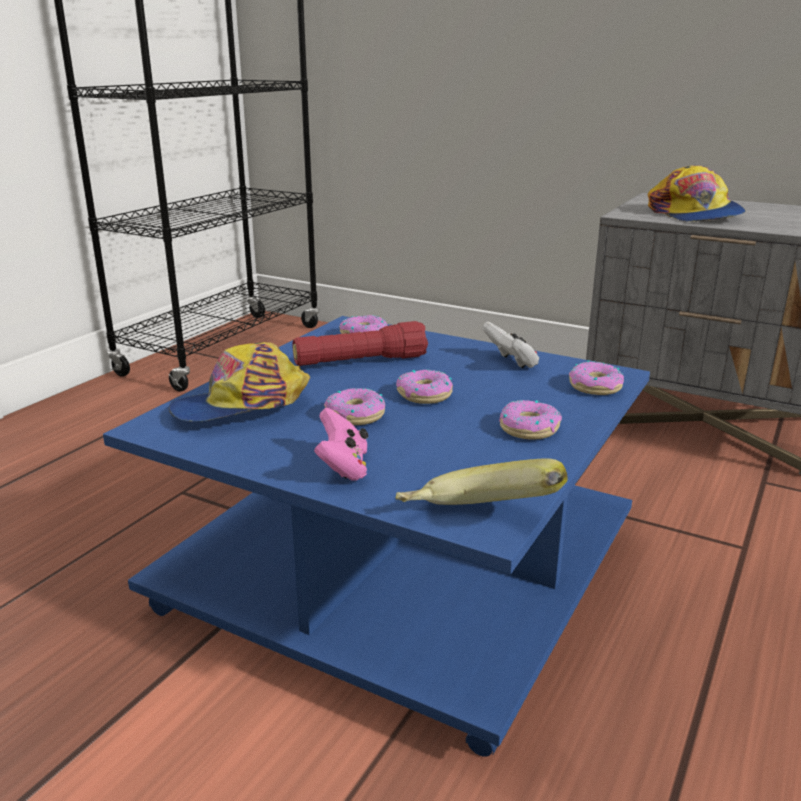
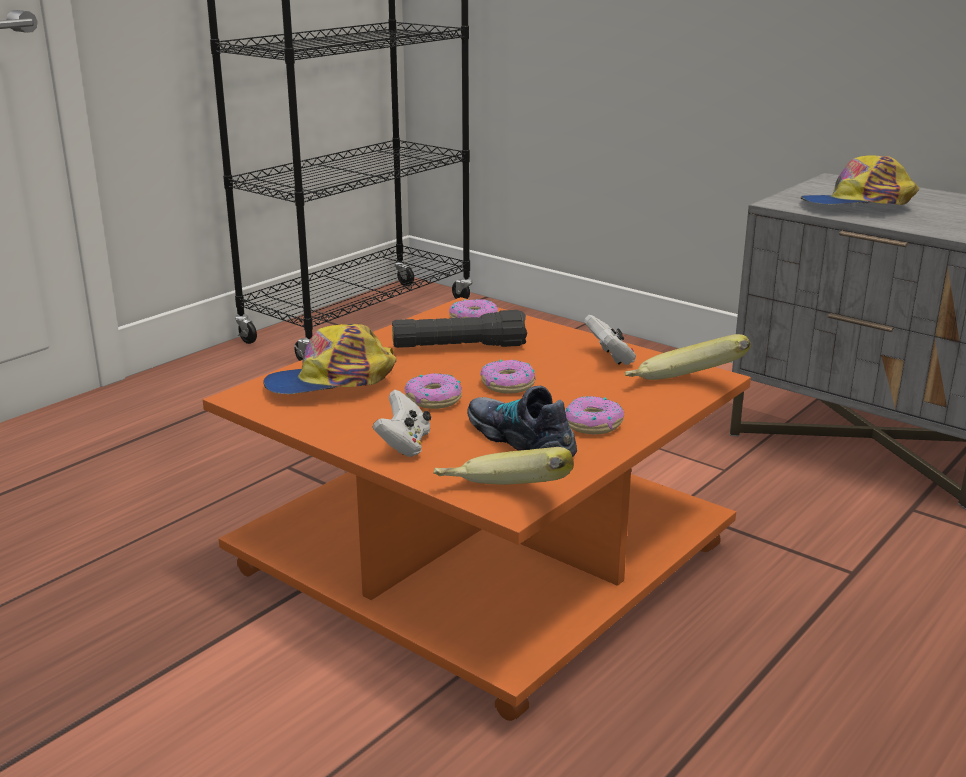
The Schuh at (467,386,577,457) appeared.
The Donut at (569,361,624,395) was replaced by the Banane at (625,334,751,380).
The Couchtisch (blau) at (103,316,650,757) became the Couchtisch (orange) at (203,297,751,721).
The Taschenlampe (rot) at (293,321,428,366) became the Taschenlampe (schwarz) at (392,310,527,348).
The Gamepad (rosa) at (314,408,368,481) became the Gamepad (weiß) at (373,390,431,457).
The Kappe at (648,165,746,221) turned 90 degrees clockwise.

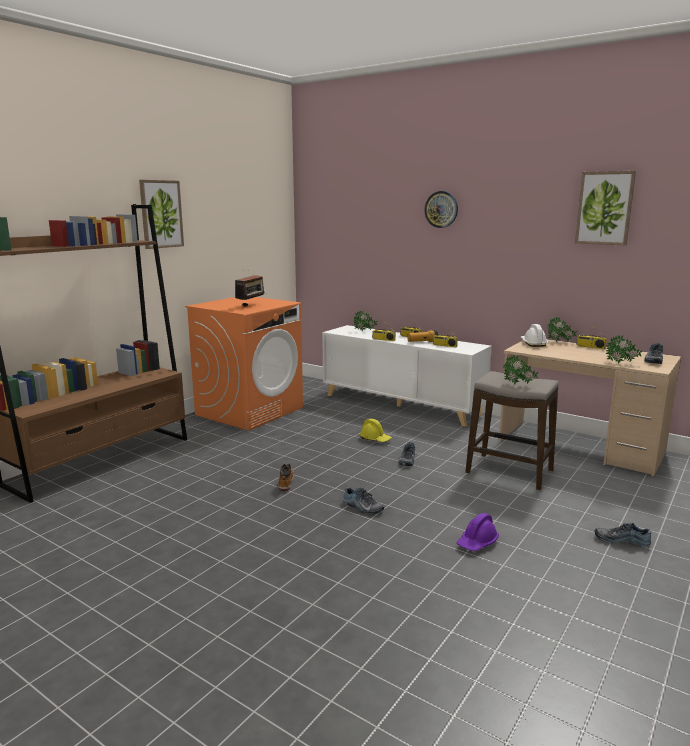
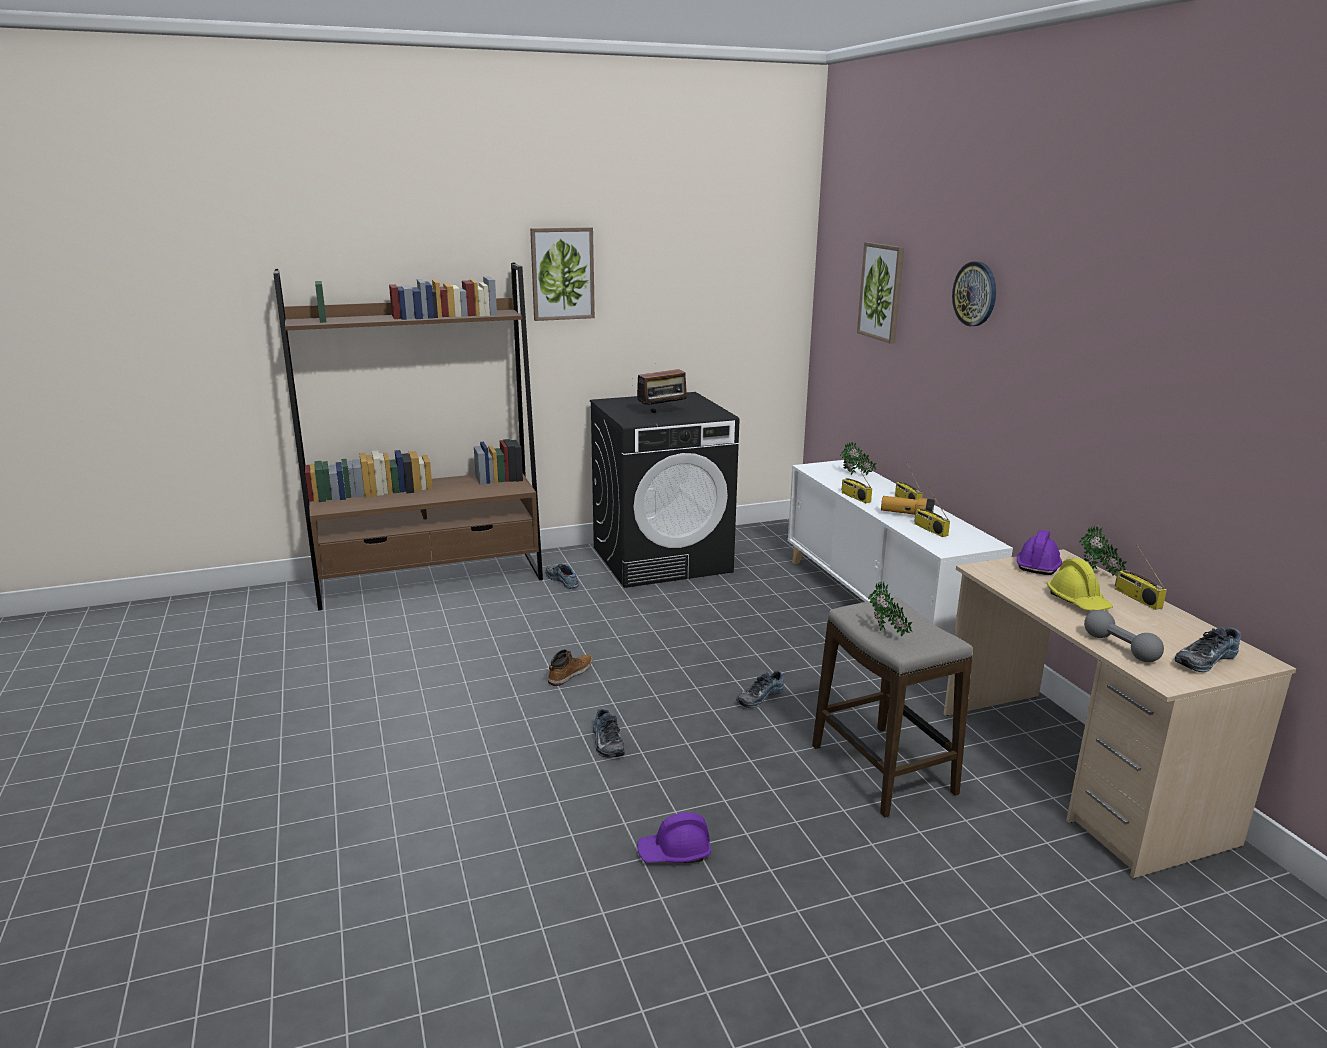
The Schutzhelm (gelb) moved from (359,419,392,442) to (1047,558,1113,610).
The Bild moved from (575,171,636,245) to (857,242,904,344).
The Schuh moved from (595,523,651,547) to (546,564,579,589).
The Topfpflanze at (606,335,642,364) was replaced by the Hantel (grau) at (1084,610,1164,662).
The Waschmaschine (orange) at (185,297,303,431) became the Waschmaschine (schwarz) at (590,392,739,588).
The Schutzhelm (weiß) at (521,324,548,347) became the Schutzhelm (lila) at (1017,530,1062,575).

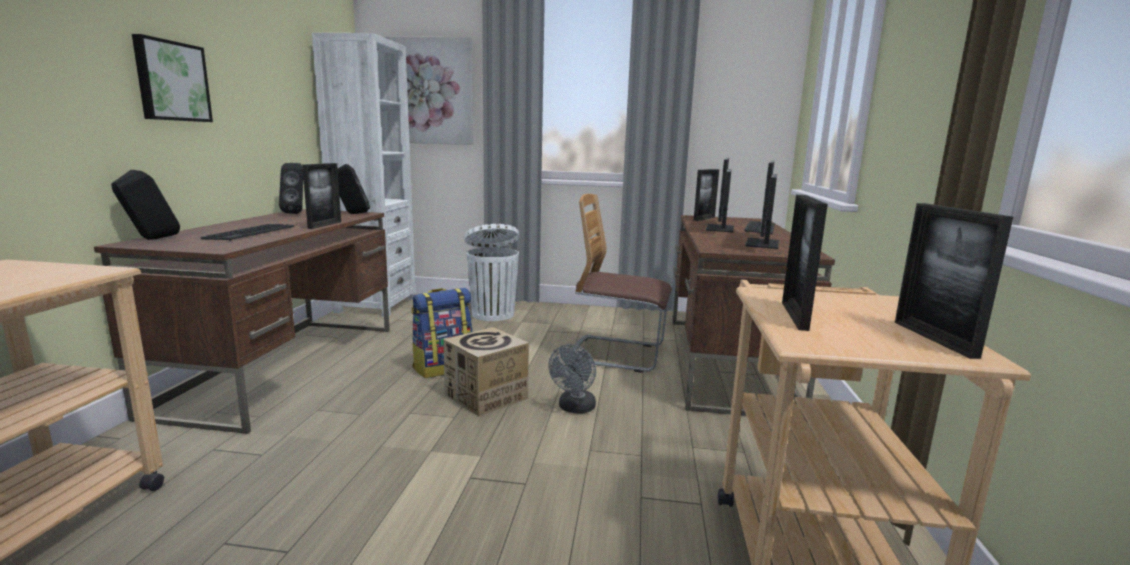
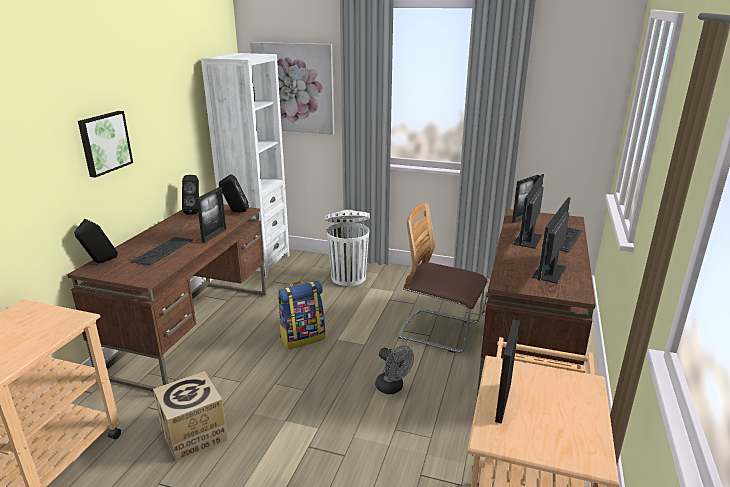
The Bilderrahmen at (895,203,1013,359) disappeared.
The Karton moved from (443,327,529,416) to (153,371,228,462).
The Ventilator (grau) at (548,344,596,414) turned 75 degrees counterclockwise.

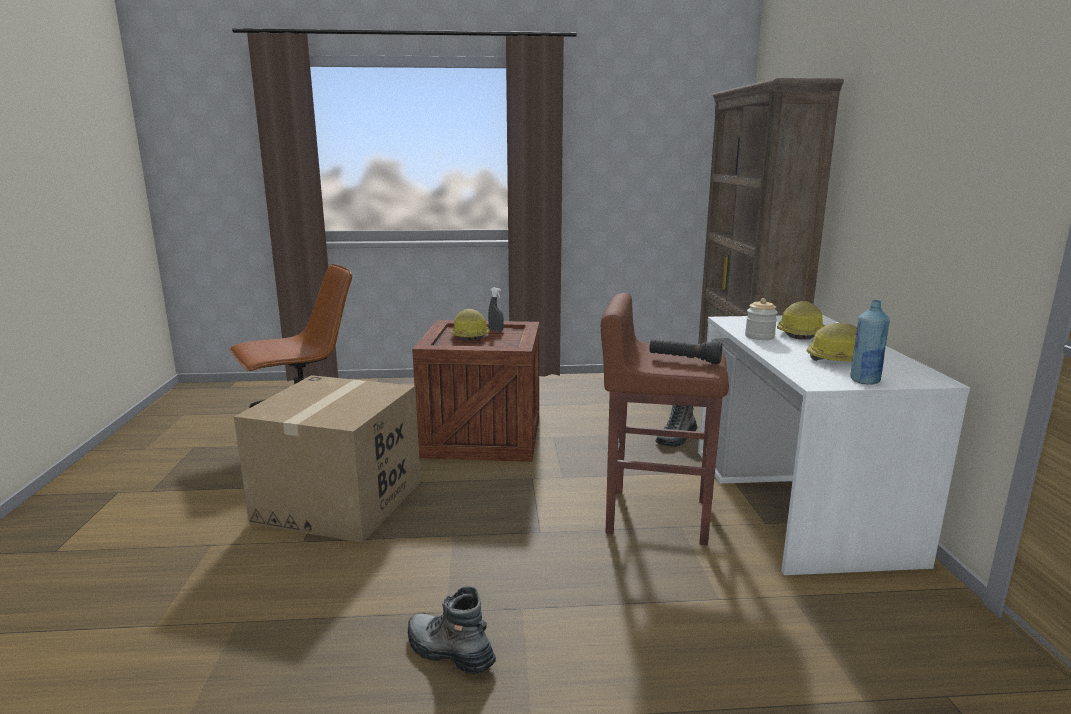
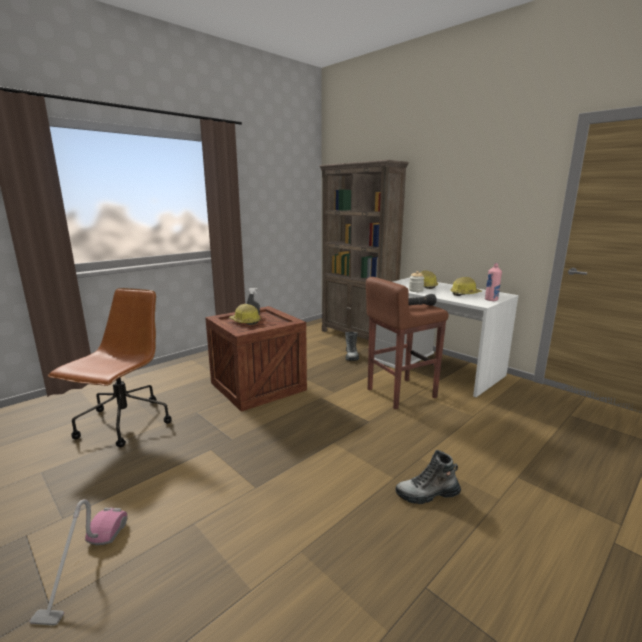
The Karton at (234,375,421,543) disappeared.
The Staubsauger at (29,499,127,626) appeared.
The Flasche (blau) at (850,300,890,385) became the Flasche (rosa) at (485,263,502,301).

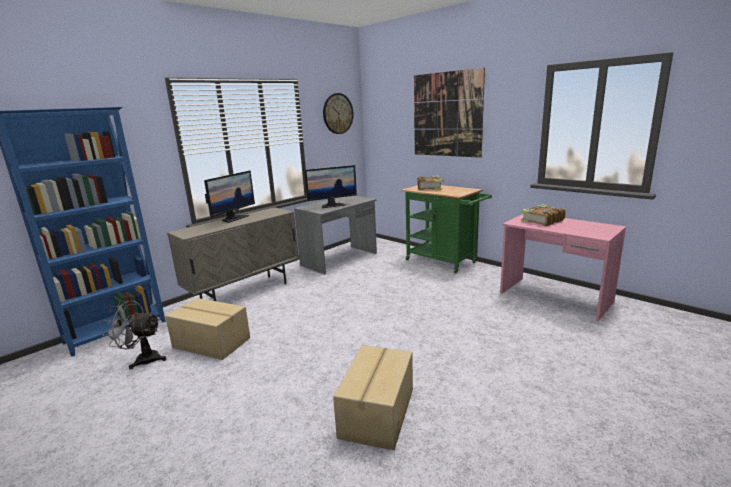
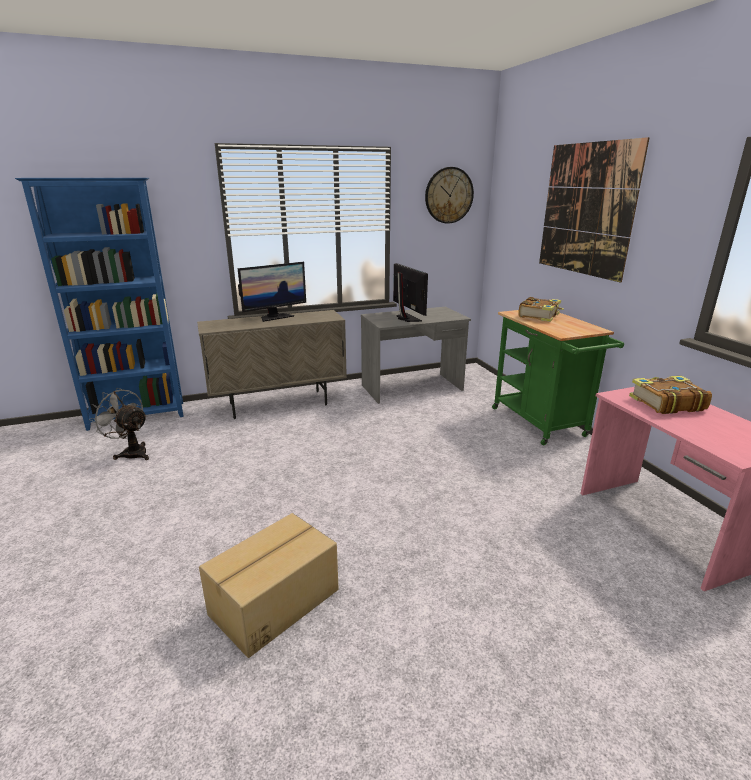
The Karton at (165,298,250,360) disappeared.
The Monitor at (305,165,357,208) turned 120 degrees counterclockwise.

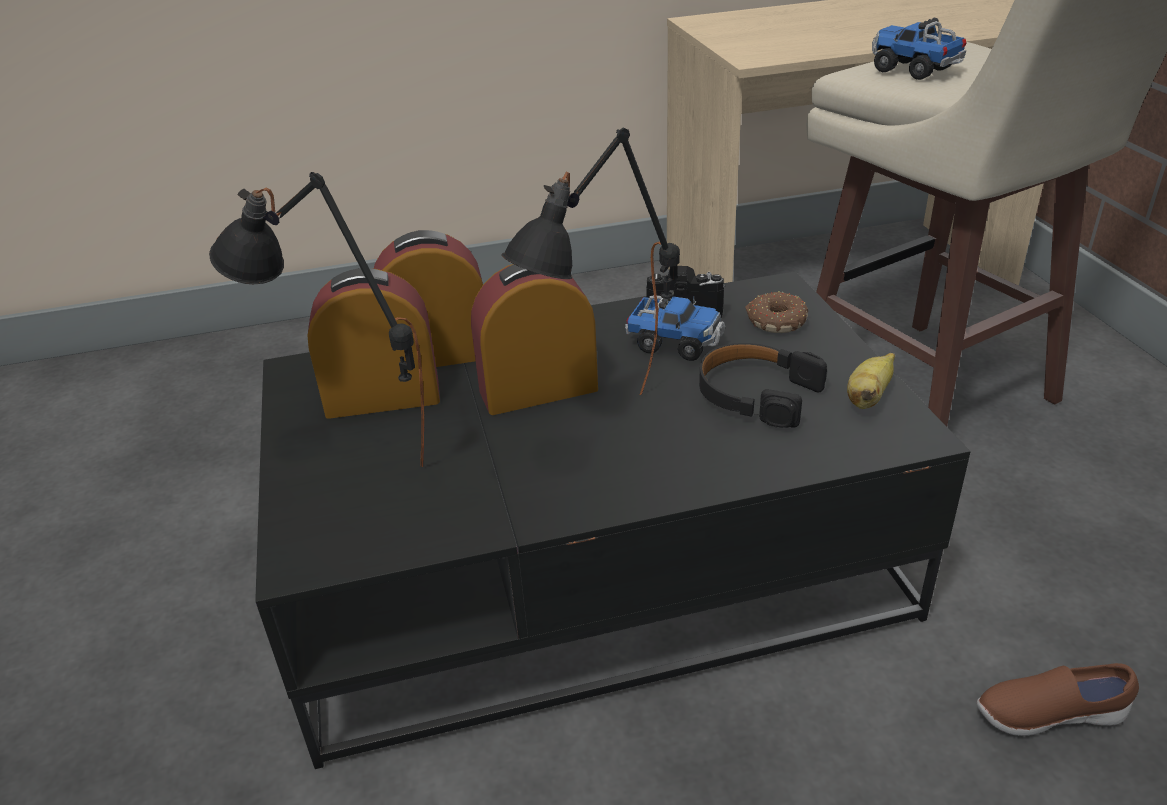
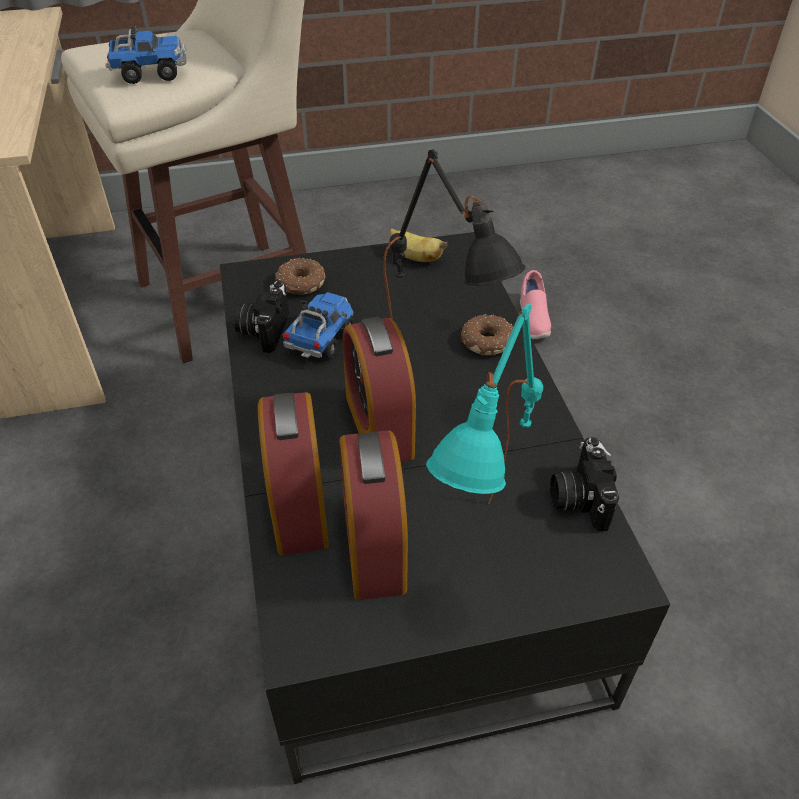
The Kopfhörer (schwarz) at (699,343,827,428) disappeared.
The Donut at (461,314,514,356) appeared.
The Kamera at (550,437,619,532) appeared.
The Tischlampe (schwarz) at (209,172,424,467) became the Tischlampe (türkis) at (426,304,543,504).
The Schuh (braun) at (977,663,1139,736) became the Schuh (rosa) at (520,270,551,339).
The Spielzeuglaster at (872,17,967,80) turned 150 degrees counterclockwise.

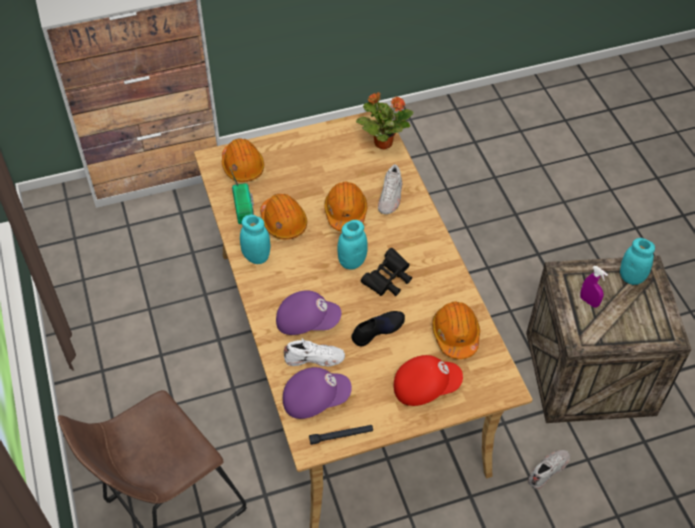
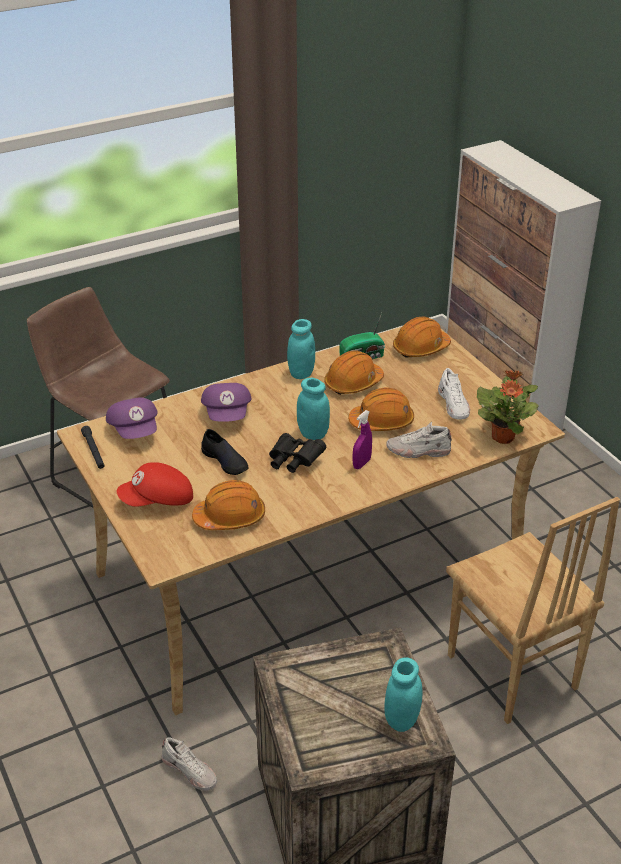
The Stuhl (braun) at (446,497,620,724) appeared.
The Schuh (weiß) moved from (284,338,345,367) to (438,368,470,420).
The Sprühflasche (lila) moved from (580,266,608,308) to (353,410,372,469).
The Kappe (rot) at (394,355,463,406) turned 90 degrees clockwise.

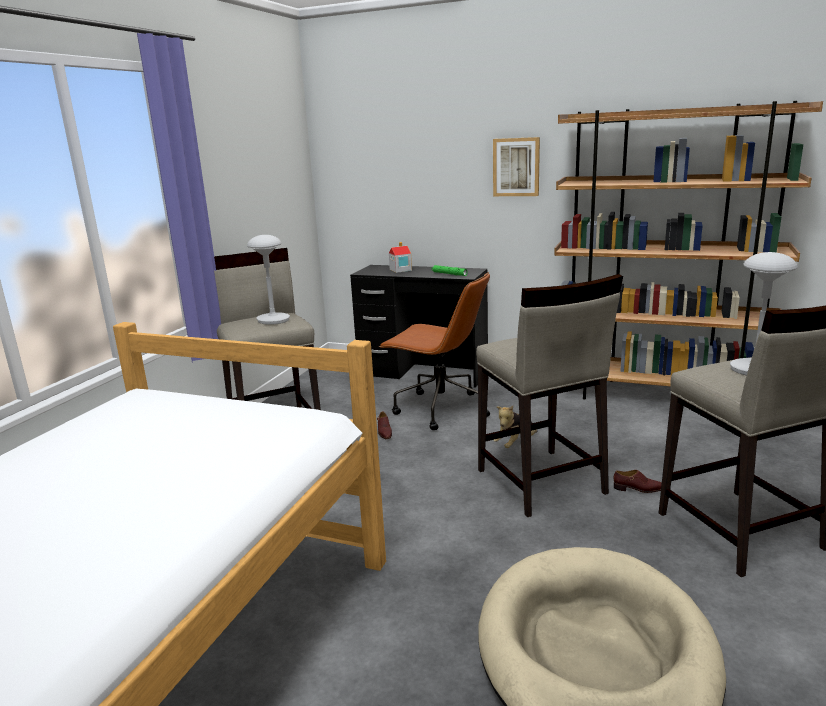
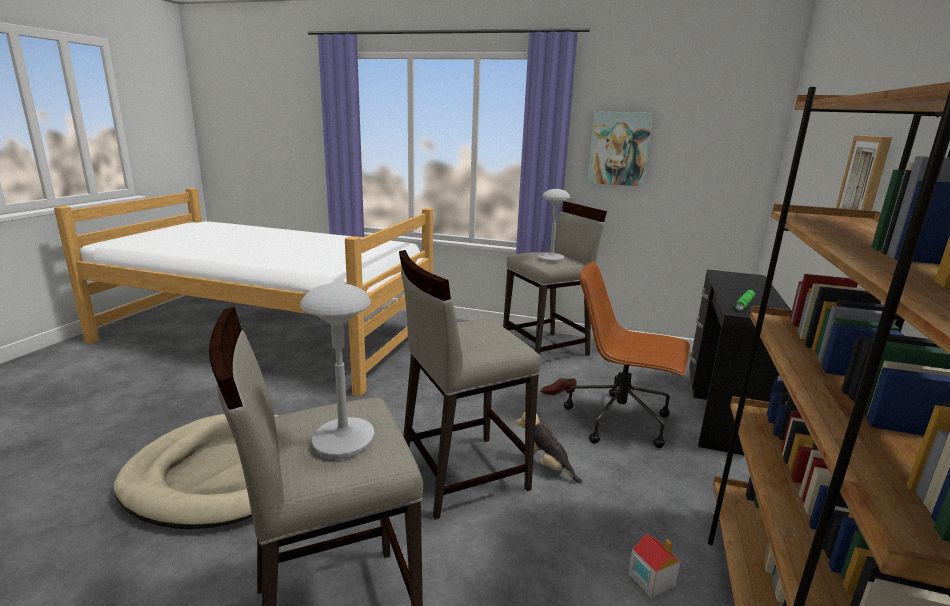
The Schuh (braun) at (613,470,662,493) disappeared.
The Bild at (587,111,653,187) appeared.
The Spielzeughaus moved from (389,242,412,273) to (628,534,680,598).
The Bürostuhl (braun) at (379,272,490,430) turned 90 degrees clockwise.

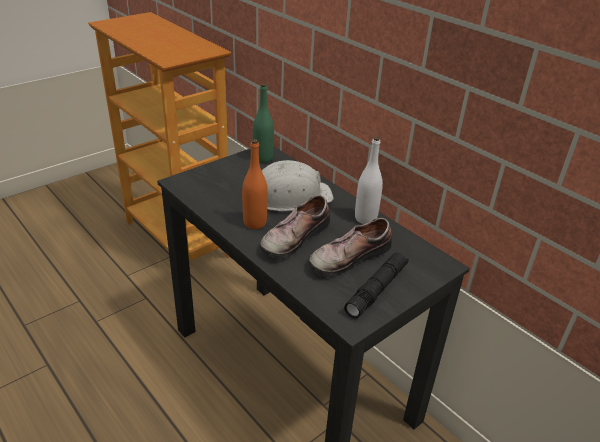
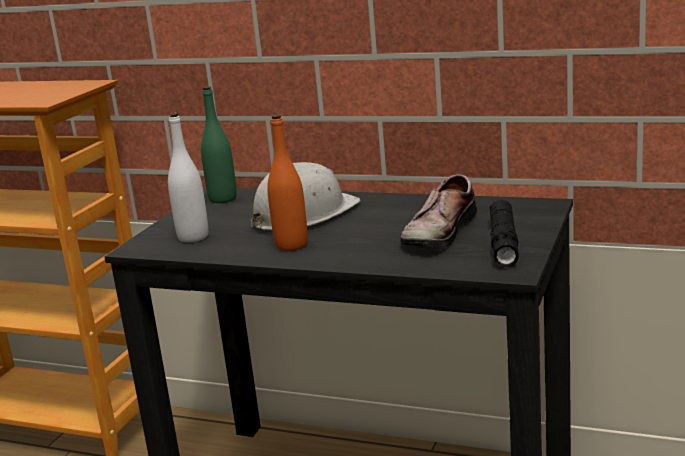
The Schuh at (260,195,330,259) disappeared.
The Flasche (weiß) moved from (355,136,383,224) to (168,113,208,242).

